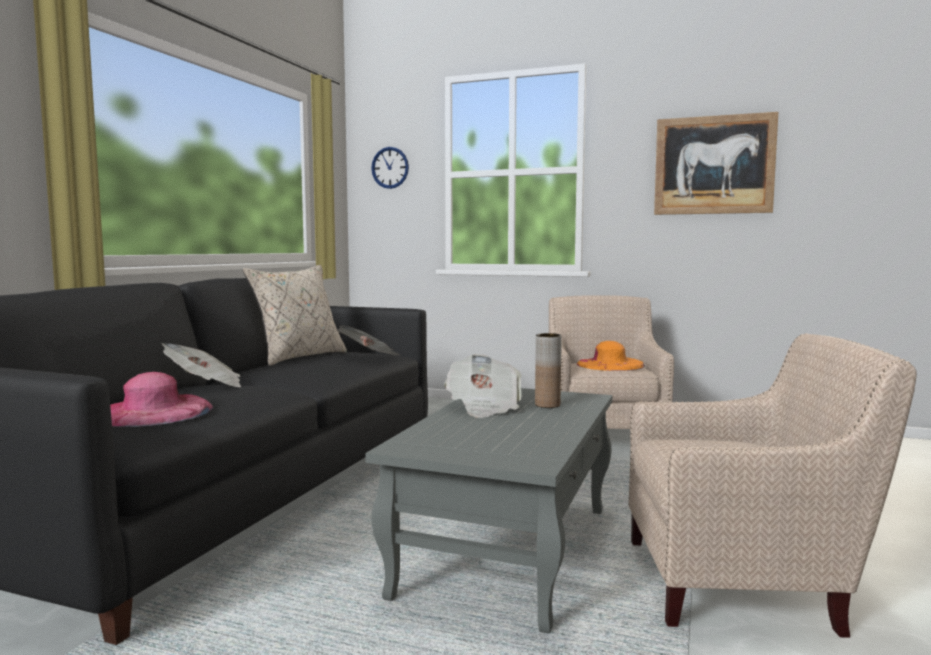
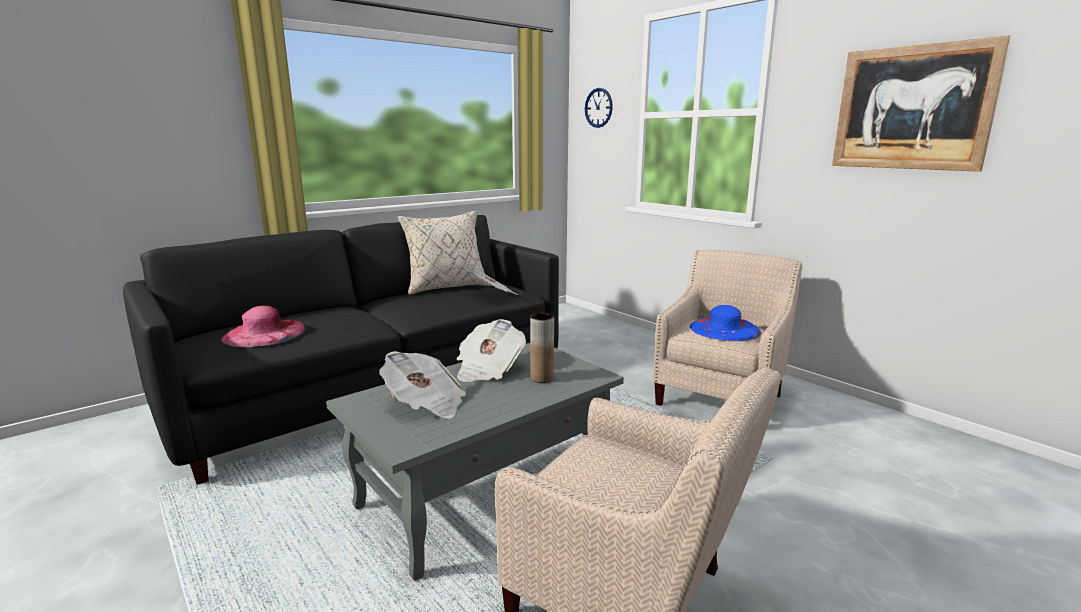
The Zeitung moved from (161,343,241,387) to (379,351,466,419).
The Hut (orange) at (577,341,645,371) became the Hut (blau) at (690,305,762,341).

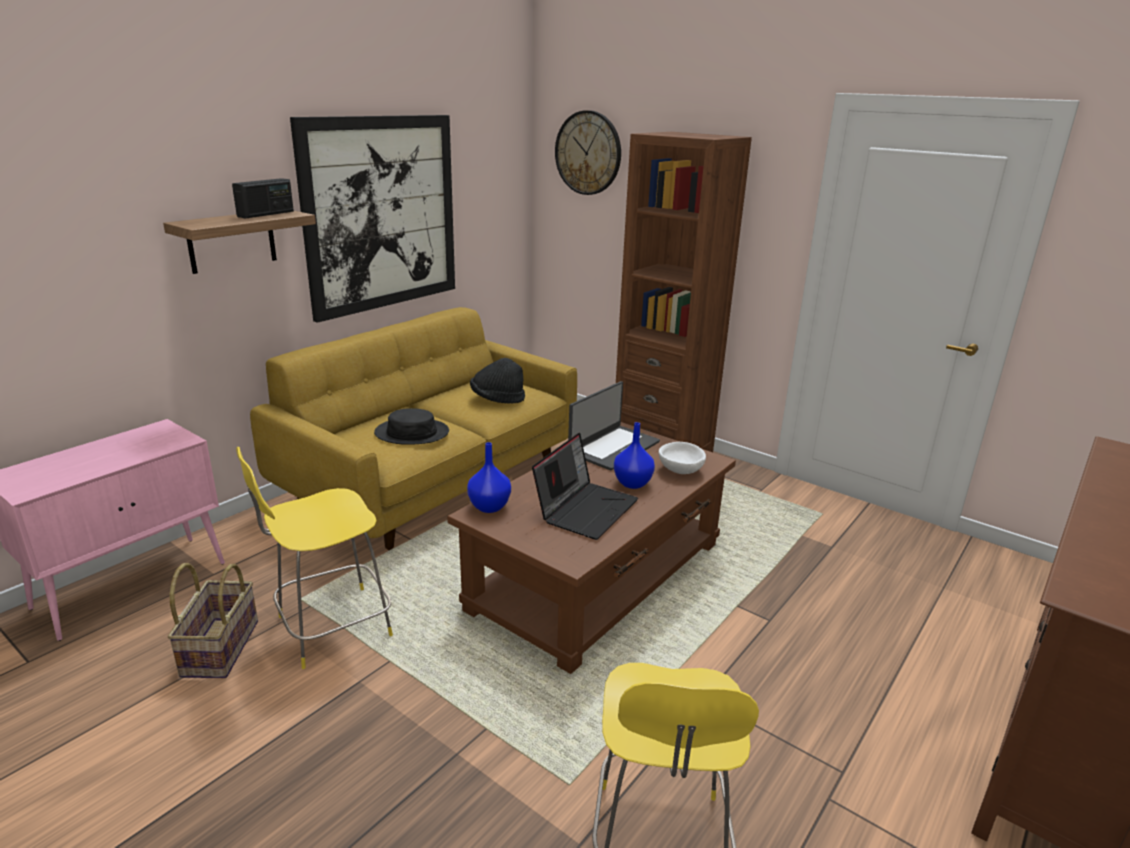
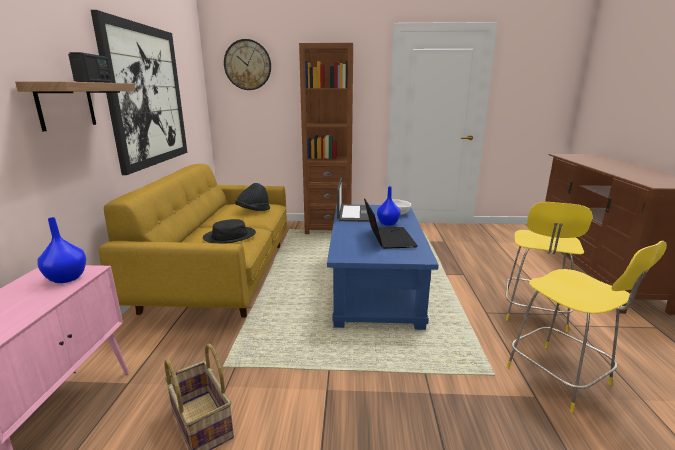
The Hocker (gelb) moved from (236,447,393,669) to (505,202,593,332).
The Vase (blau) moved from (467,442,511,513) to (37,217,86,283).
The Couchtisch (braun) at (447,422,736,674) became the Couchtisch (blau) at (327,204,439,330).

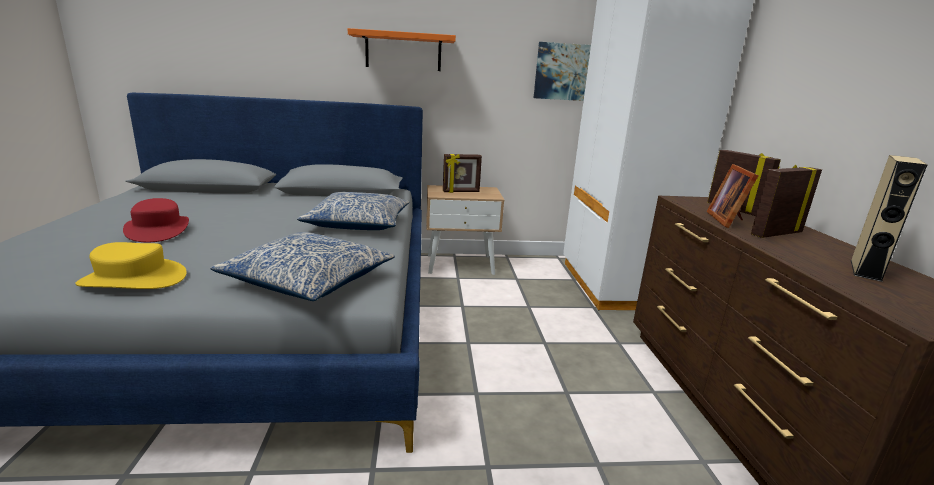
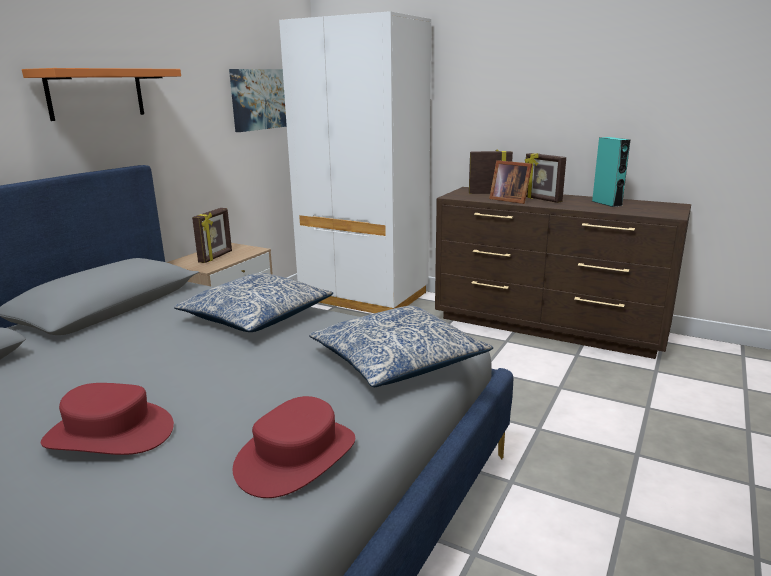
The Hut (gelb) at (75,242,187,289) became the Hut (rot) at (233,396,355,498).
The Lautsprecher (beige) at (851,155,928,282) became the Lautsprecher (türkis) at (592,137,630,207).
The Bilderrahmen at (751,164,822,238) turned 45 degrees counterclockwise.

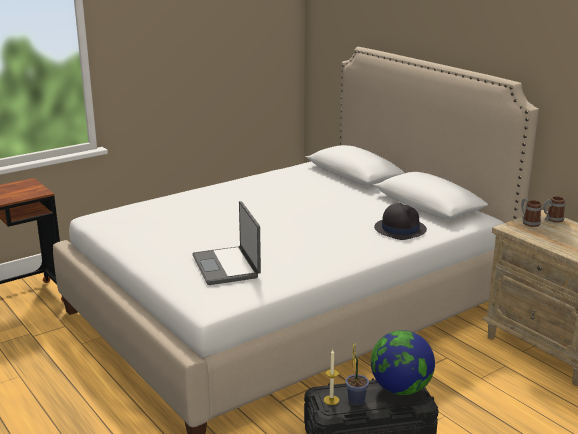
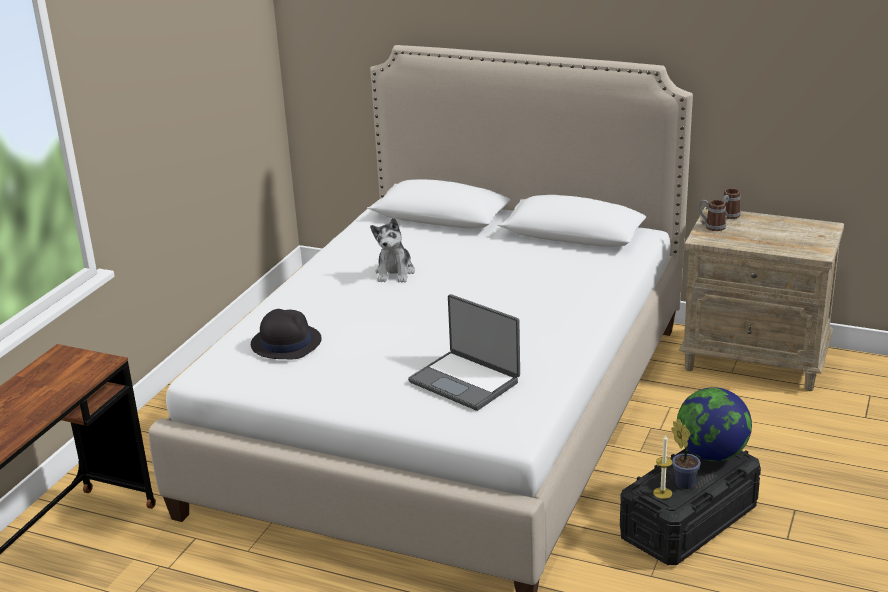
The Plüschtier at (370,218,415,283) appeared.
The Hut (schwarz) moved from (374,203,427,240) to (251,309,322,359).

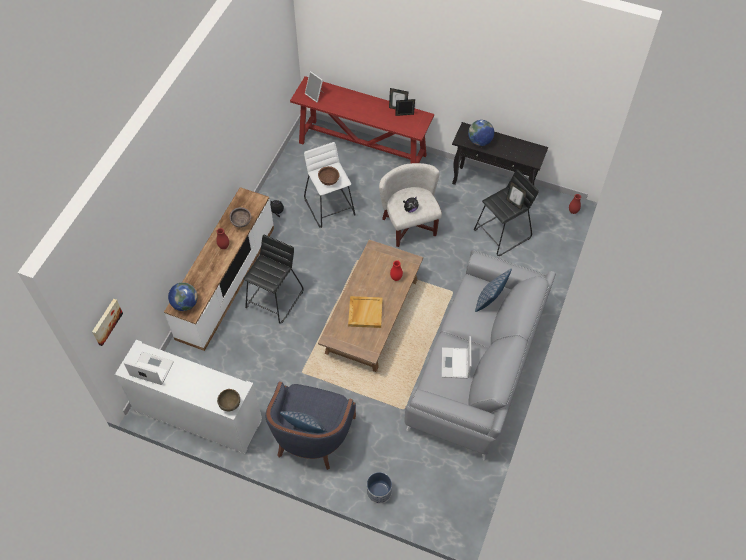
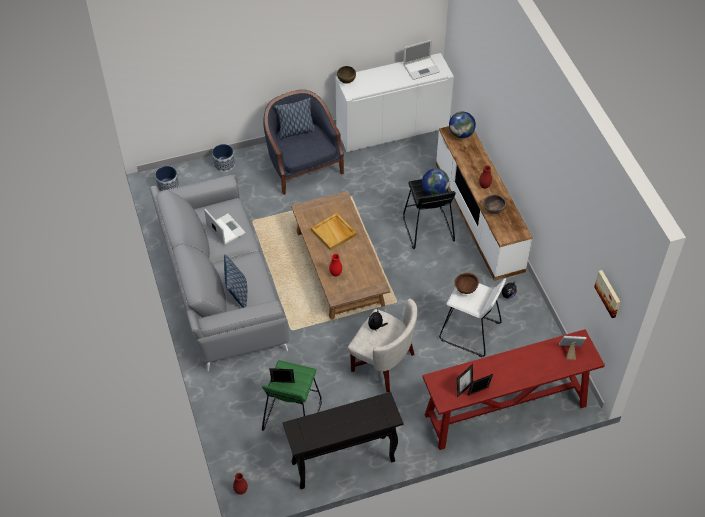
The Pflanzkübel at (155,166,179,191) appeared.
The Bild moved from (92,299,123,346) to (594,270,620,318).
The Globus moved from (468,120,494,146) to (422,169,450,195).
The Hocker (schwarz) at (474,169,539,256) became the Hocker (grün) at (262,360,322,431).

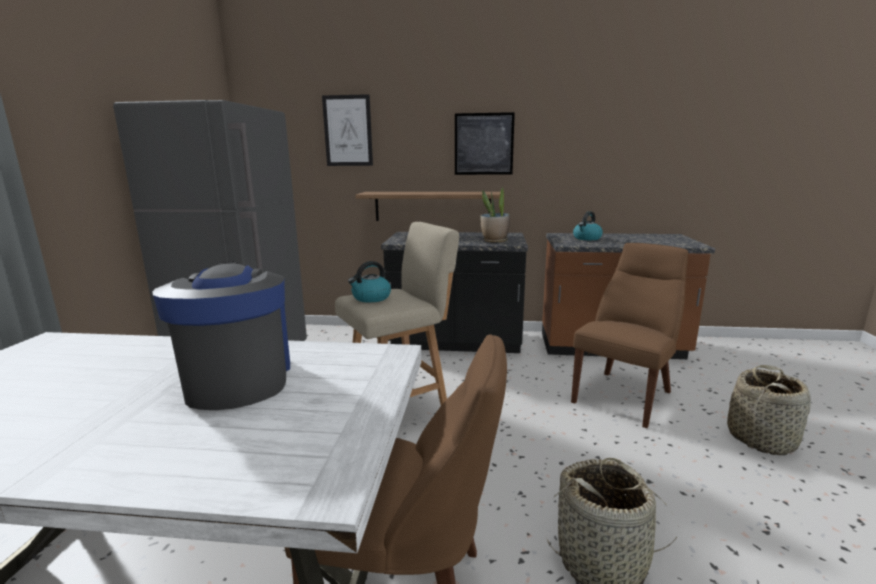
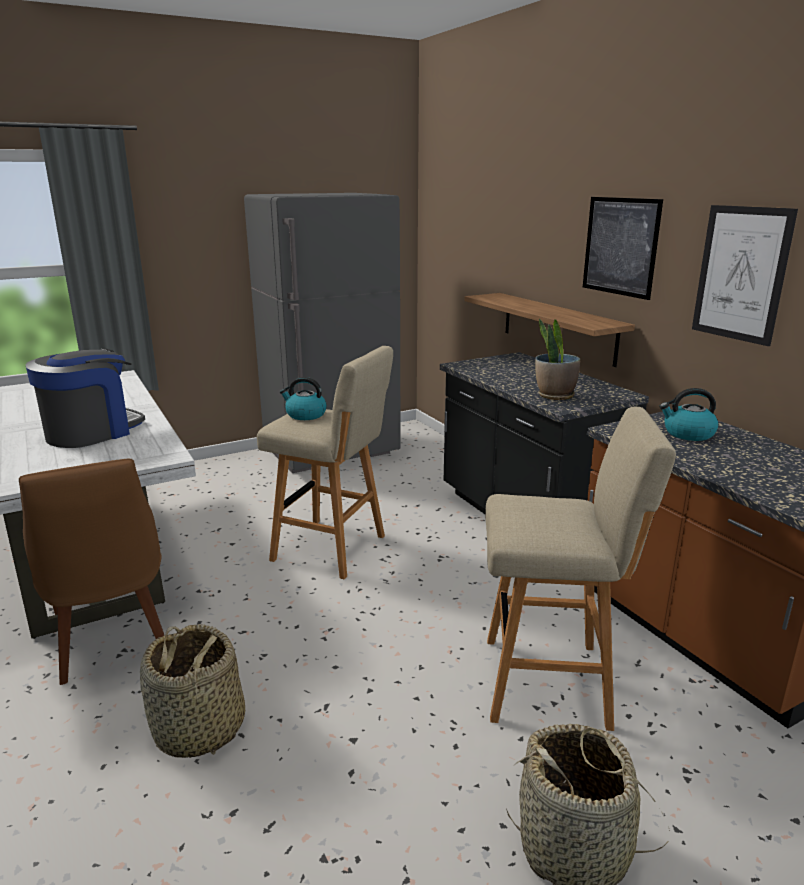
The Bild moved from (322,94,373,166) to (692,205,798,346).
The Stuhl (braun) at (571,243,688,428) was replaced by the Hocker (beige) at (485,407,676,731).

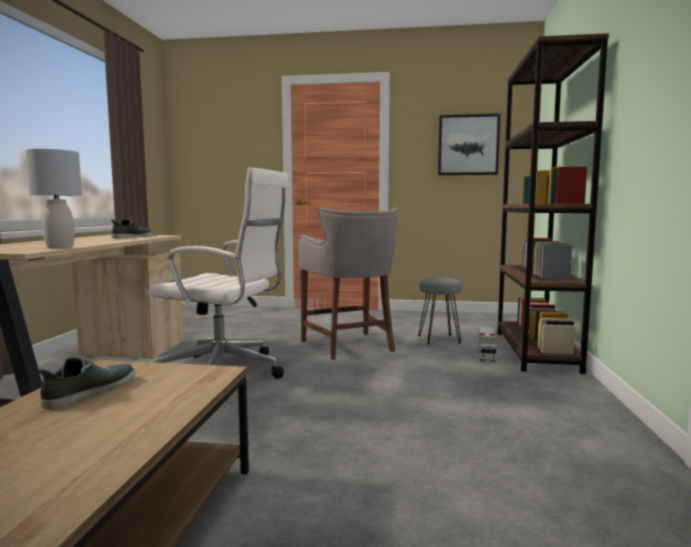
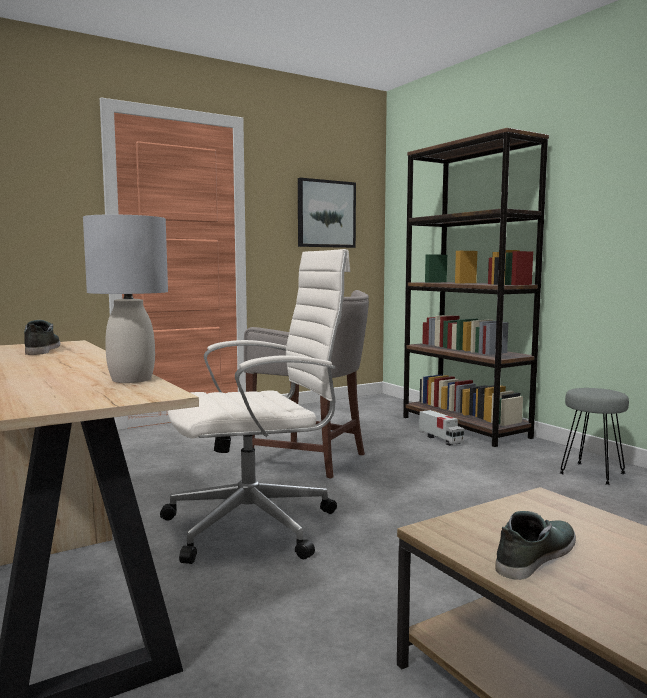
The Hocker (grau) moved from (418,278,462,344) to (560,388,629,485).
The Schuh at (38,356,135,409) turned 60 degrees clockwise.

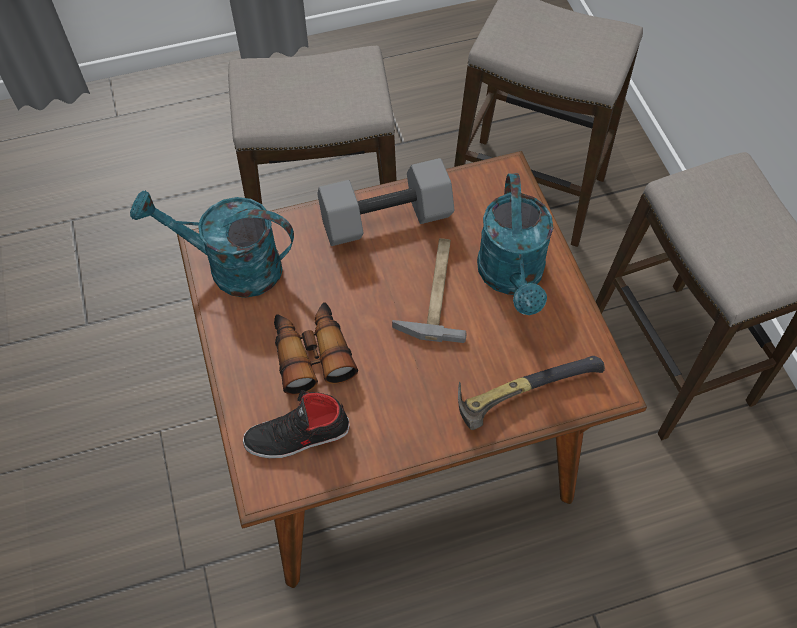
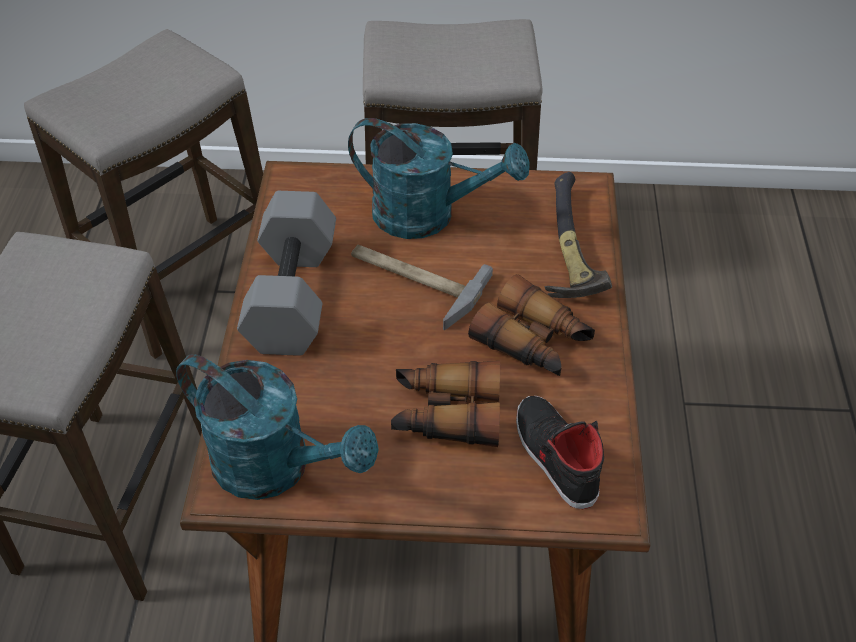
The Fernglas at (468,274,595,376) appeared.
The Gießkanne (türkis) at (130,190,294,298) turned 90 degrees counterclockwise.
The Schuh (schwarz) at (243,390,350,458) turned 150 degrees clockwise.

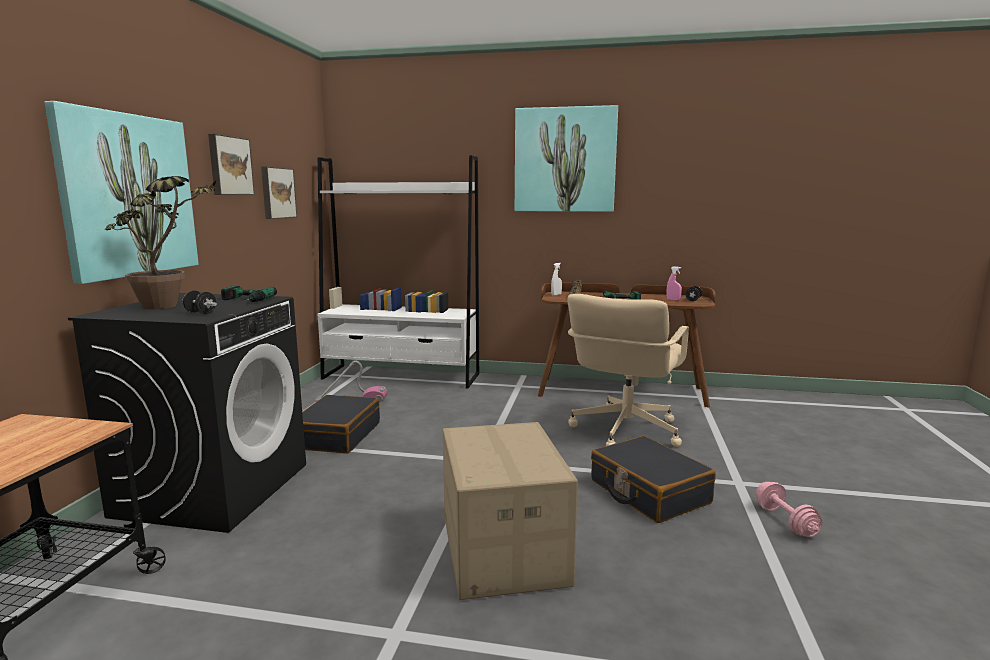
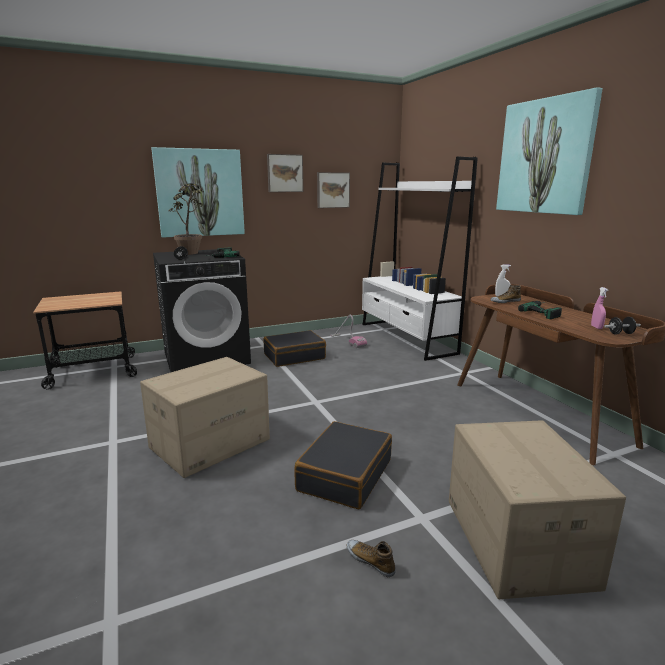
The Bürostuhl (beige) at (567,294,689,447) disappeared.
The Karton at (449,420,626,599) appeared.
The Hantel (rosa) at (756,482,822,537) was replaced by the Schuh at (347,540,396,577).

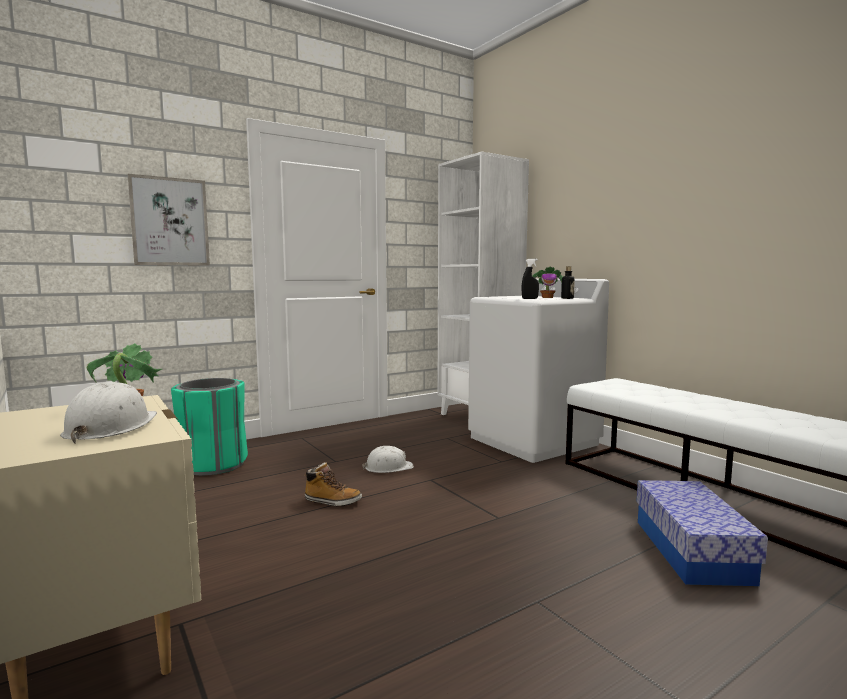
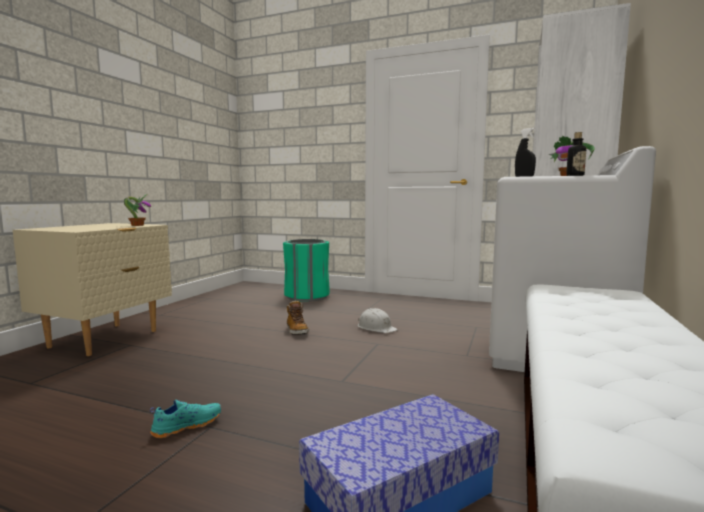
The Schutzhelm (weiß) at (61,382,157,444) disappeared.
The Bild at (128,174,210,266) disappeared.
The Schuh (türkis) at (150,400,221,438) appeared.

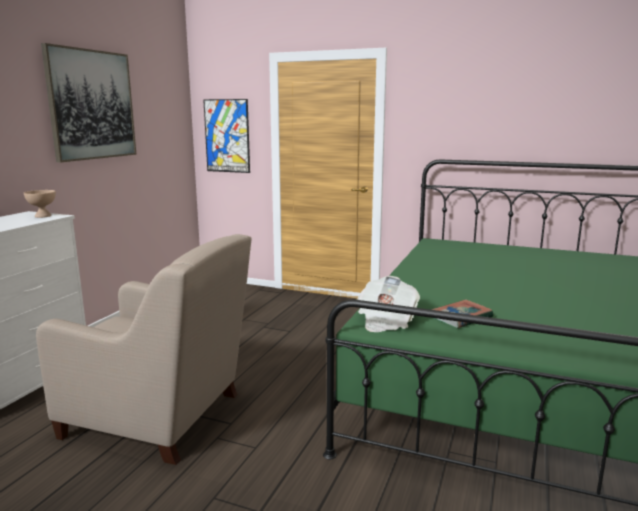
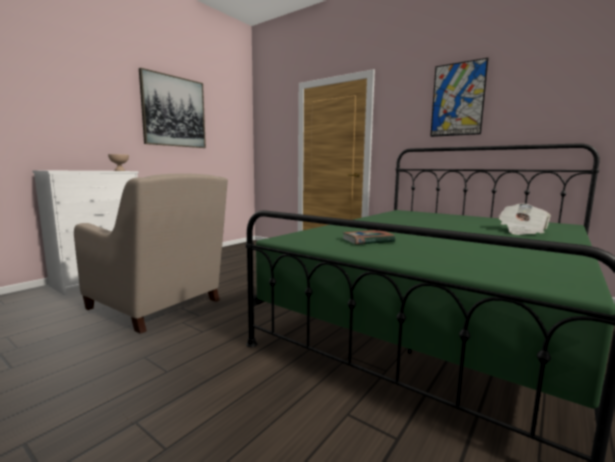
The Bild moved from (203,99,250,173) to (430,58,488,137).
The Zeitung moved from (357,276,420,332) to (498,203,551,235).

